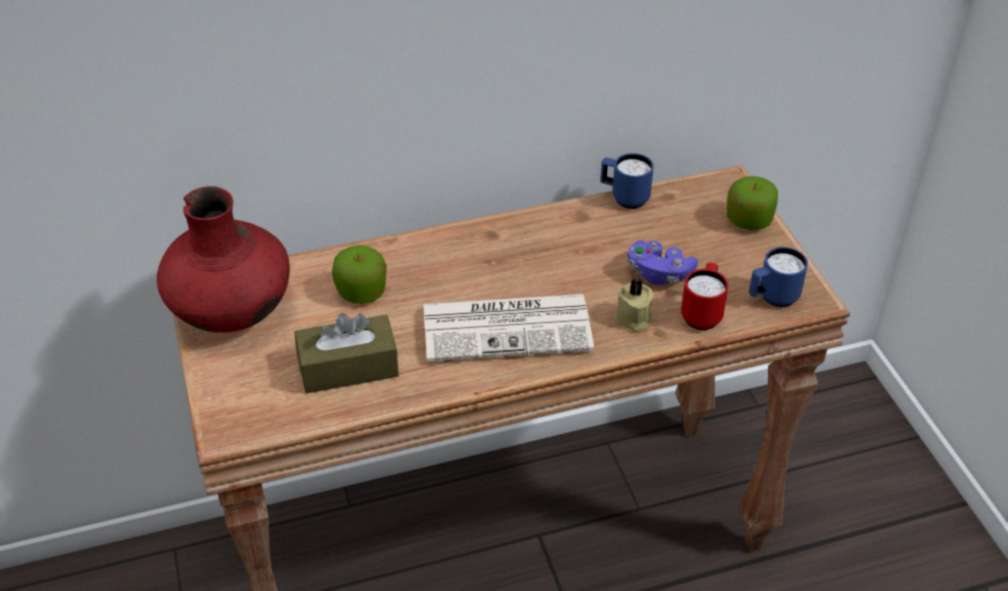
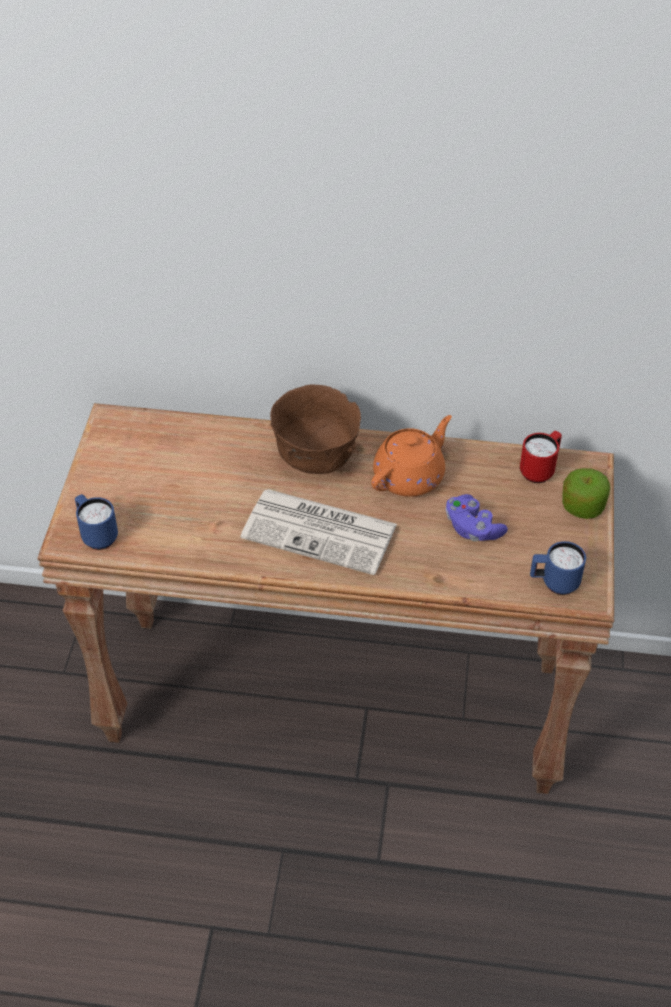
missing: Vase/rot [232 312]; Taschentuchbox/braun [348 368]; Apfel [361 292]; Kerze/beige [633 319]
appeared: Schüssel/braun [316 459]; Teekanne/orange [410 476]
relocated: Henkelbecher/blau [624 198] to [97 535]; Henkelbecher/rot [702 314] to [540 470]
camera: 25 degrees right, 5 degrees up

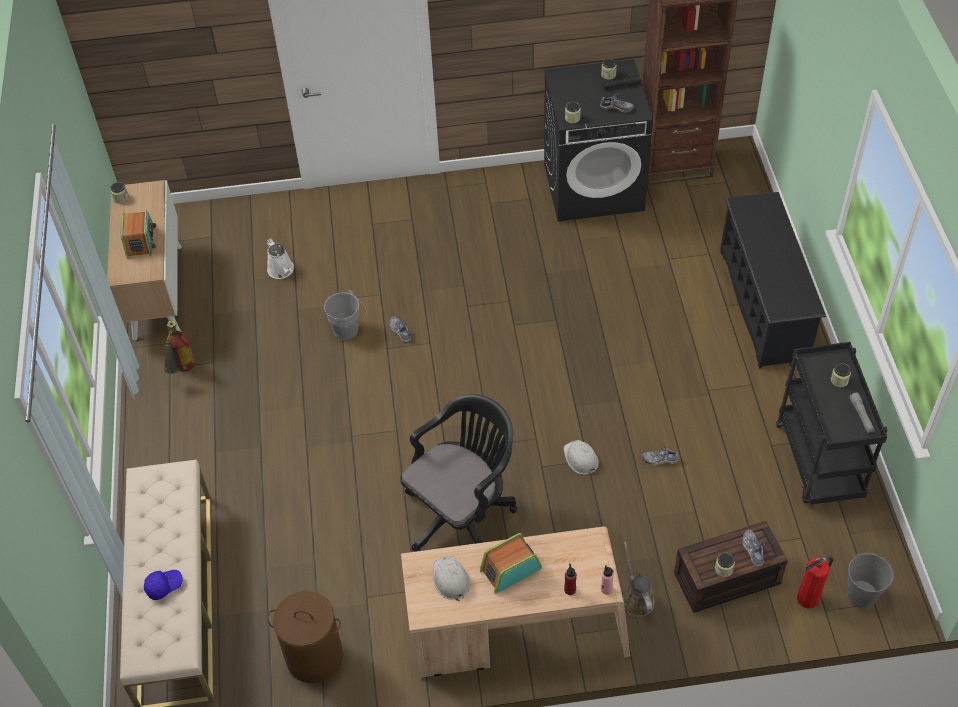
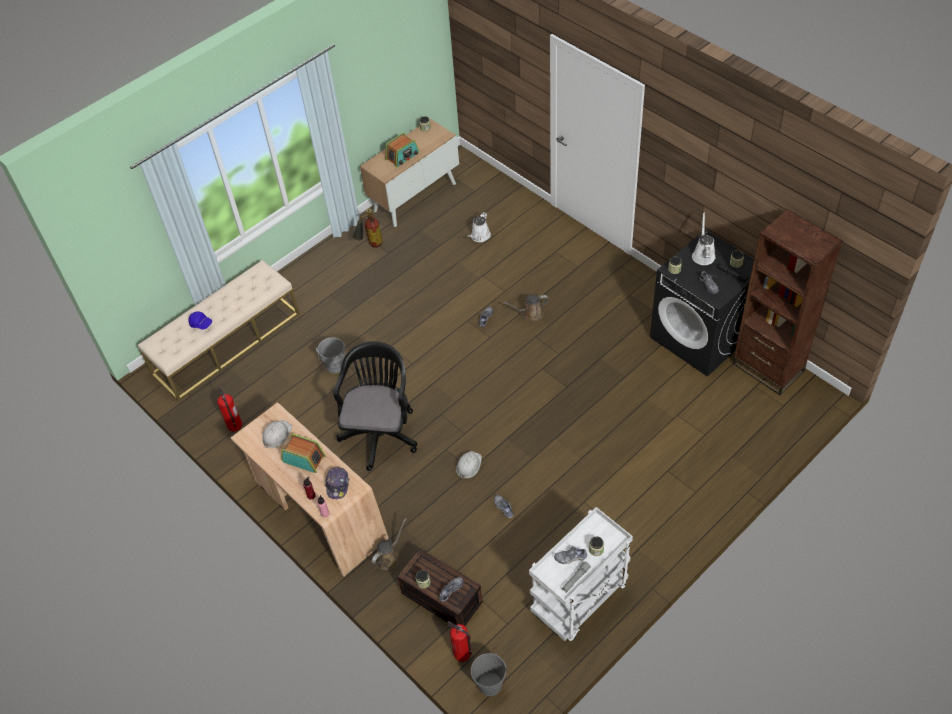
missing: Schuhregal/schwarz [763 304]
appeared: Kappe [338 485]; Gießkanne/braun [530 314]; Schuh [570 557]; Gießkanne/weiß [703 254]
relocated: Eimer/grau [348 331] to [335 367]
exchanged: Wäschekorb/braun [314 657] to Feuerlöscher [234 425]
colour: Rollwagen/schwarz [820 462] to Rollwagen/weiß [579 601]
spun: Bürostuhl/schwarz [463 512] = [380 431] 90 degrees counterclockwise
camera: 55 degrees right, 0 degrees up

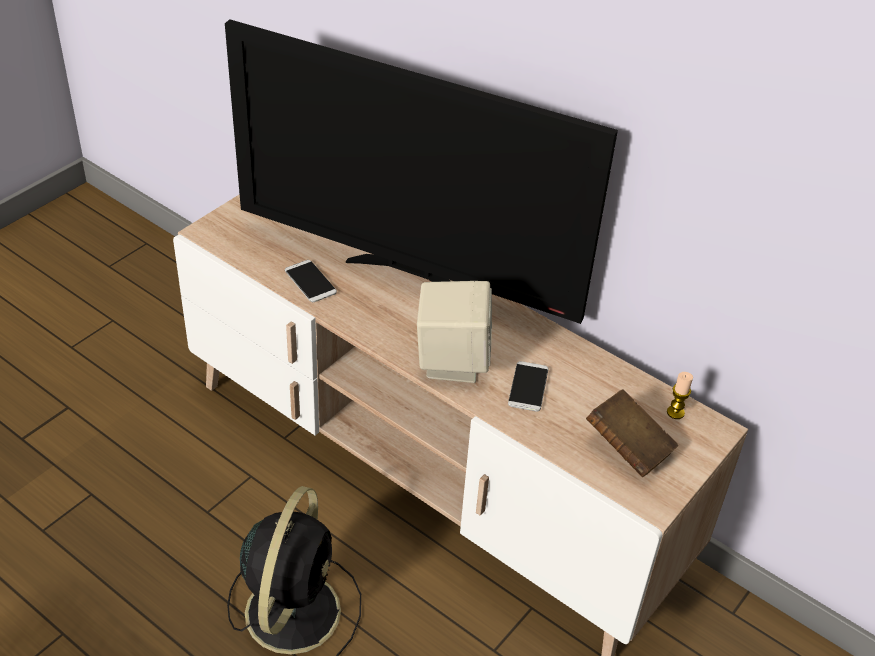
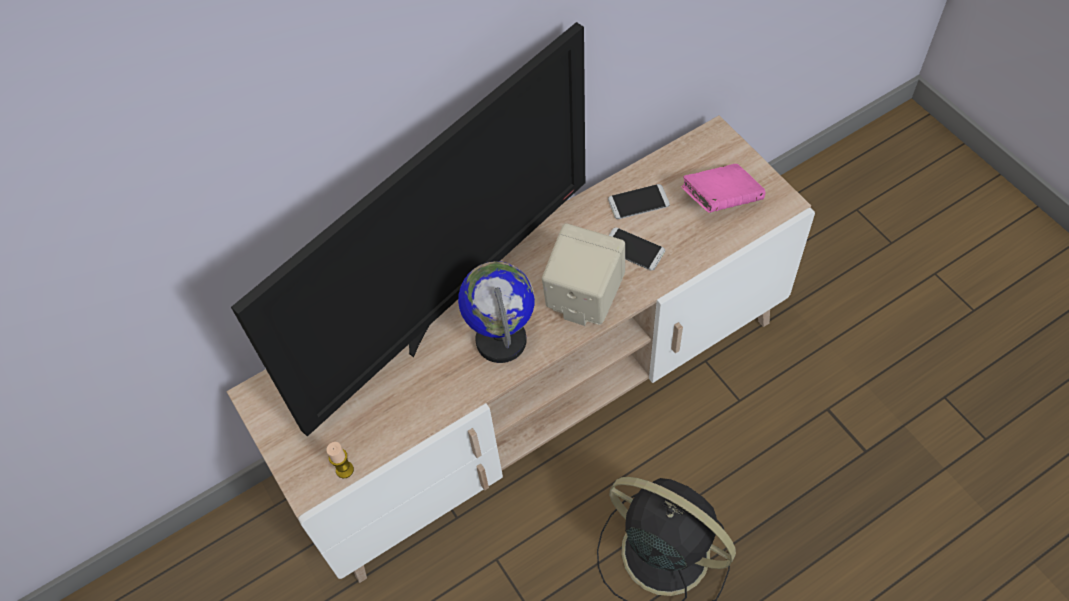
appeared: Globus [501 340]
relocated: Handy [310 281] to [638 202]; Kerze [675 412] to [344 470]
colour: Buch/braun [628 447] to Buch/rosa [721 200]
camera: 65 degrees left, 15 degrees up

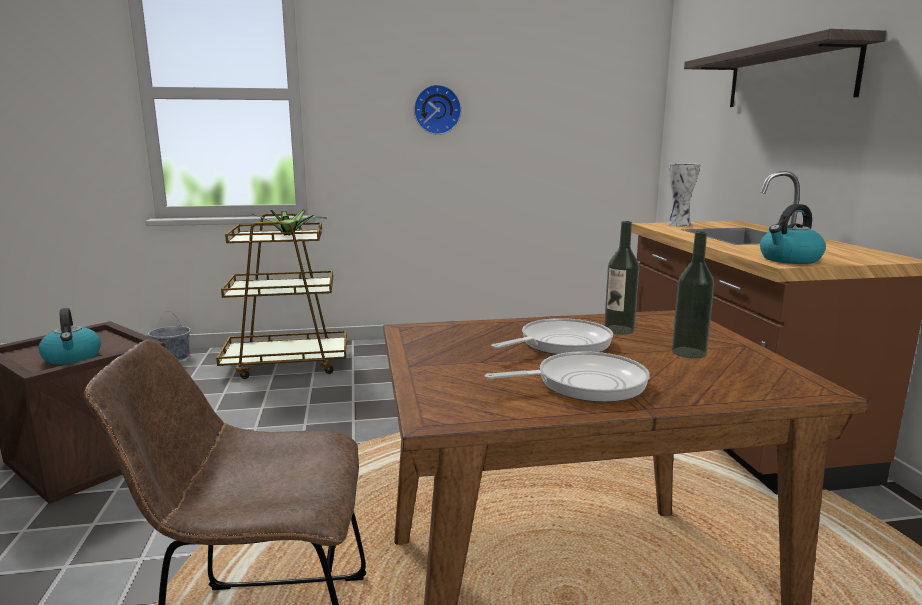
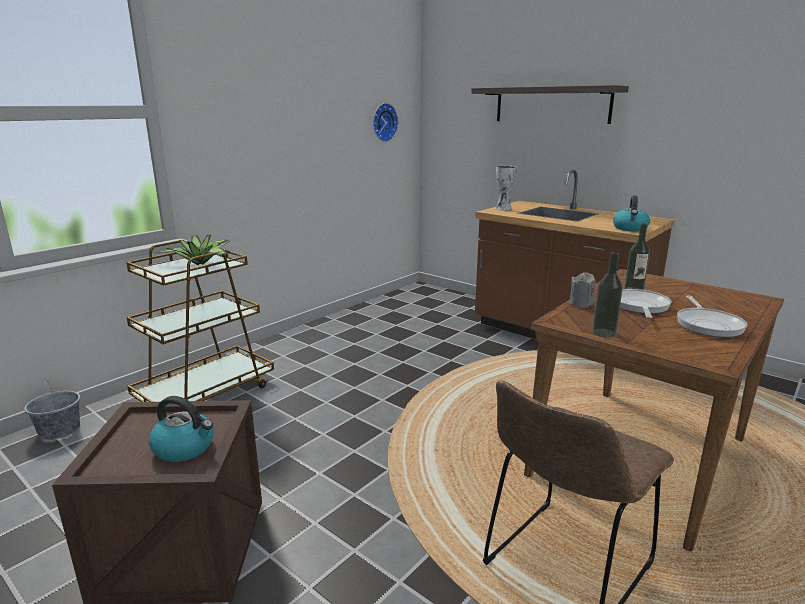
appeared: Kerze/grau [580 304]
relocated: Wanduhr [437 110] to [383 122]; Flasche [688 352] to [603 333]
spun: Pfanne [584 384] = [708 325] 150 degrees clockwise
camera: 40 degrees left, 5 degrees up

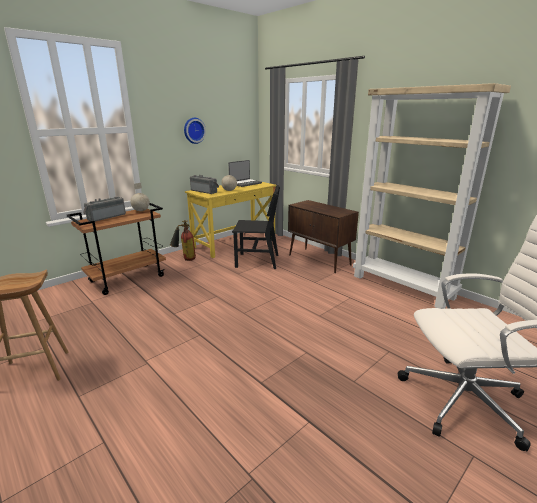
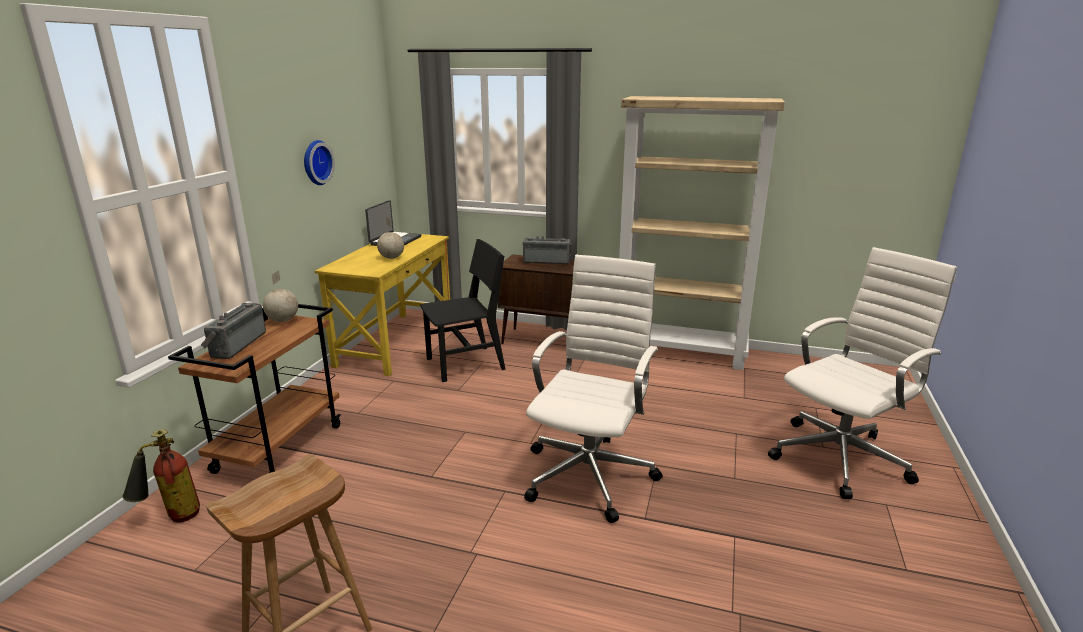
appeared: Bürostuhl/weiß [590 473]
relocated: Feuerlöscher [185 259] to [171 518]; Radio [205 191] to [547 261]
camera: 30 degrees left, 0 degrees up

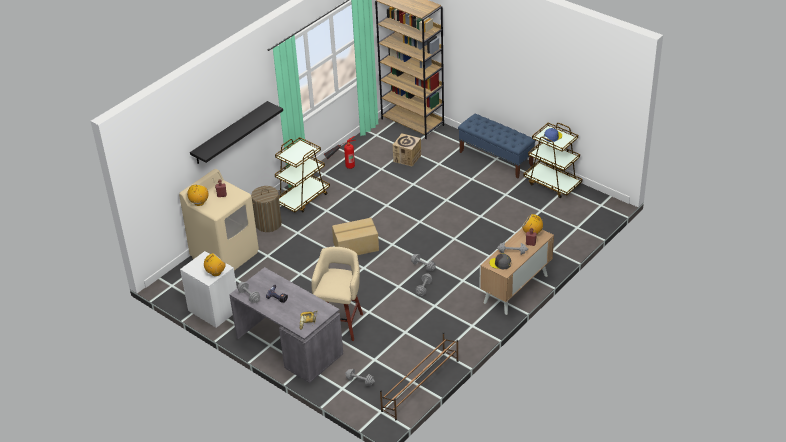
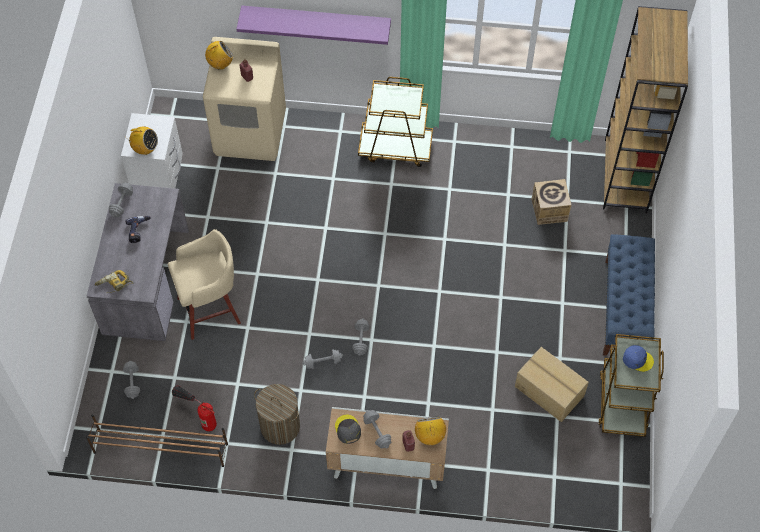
relocated: Wäschekorb [268 224] to [280 426]; Feuerlöscher [341 168] to [198 417]; Karton [355 246] to [549 390]
colour: Wandregal/schwarz [230 133] to Wandregal/lila [316 20]
camera: 55 degrees right, 20 degrees up

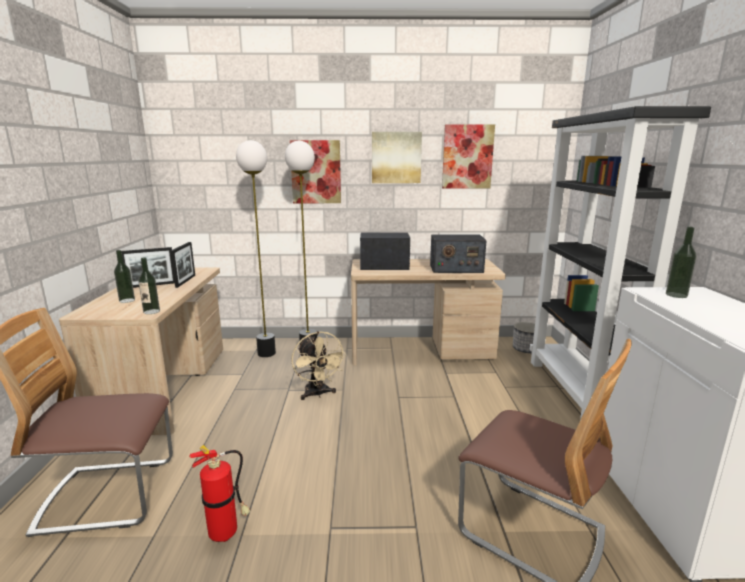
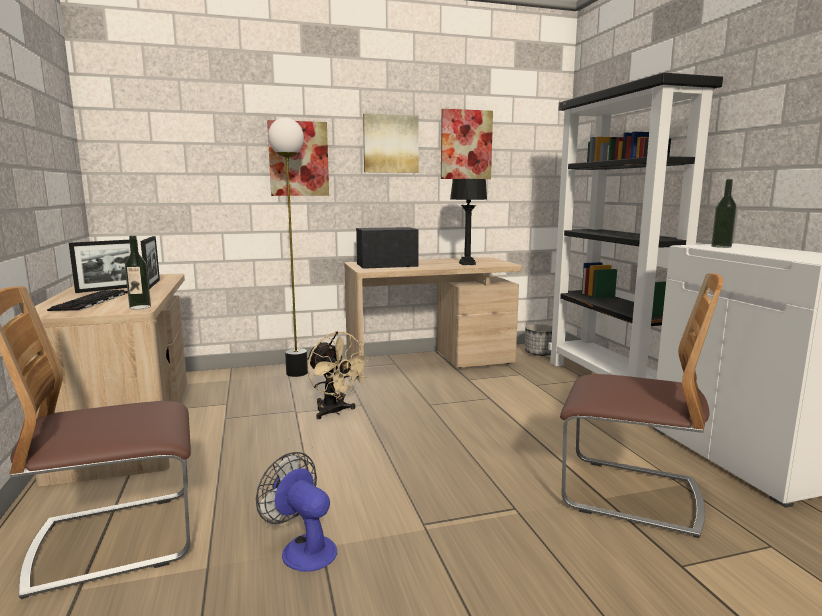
missing: Stehlampe [267 353]
exchanged: Flasche [127 300] to Tastatur [91 301]; Feuerlöscher [227 533] to Ventilator [302 548]; Radio [455 268] to Tischlampe/schwarz [467 264]
camera: 15 degrees left, 5 degrees down

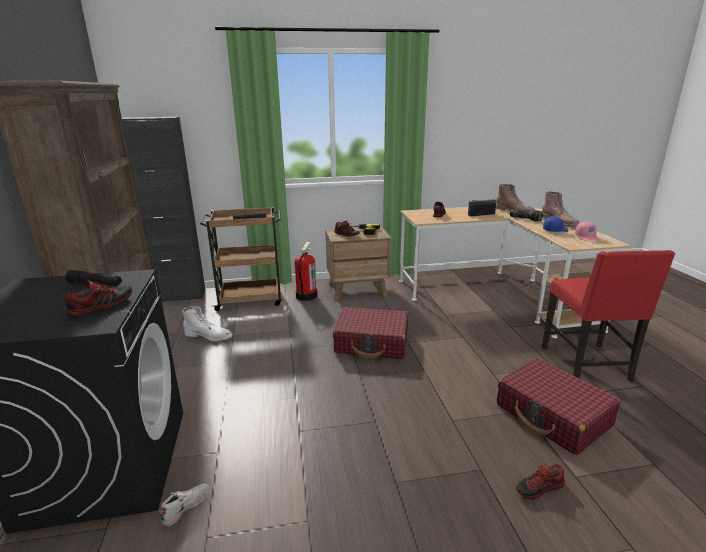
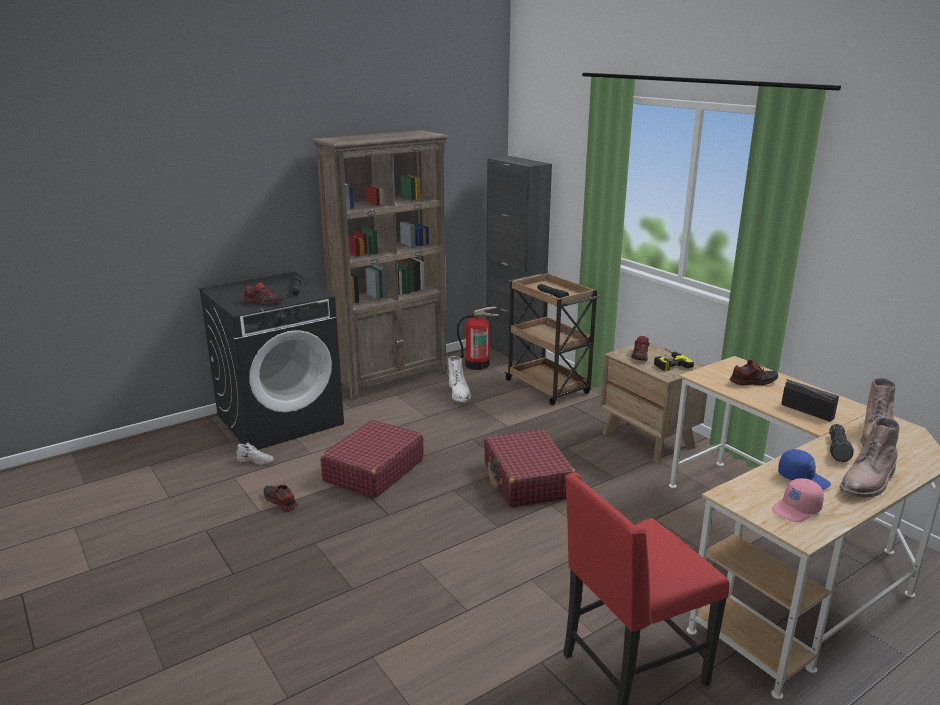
relocated: Feuerlöscher [306 296] to [477 364]; Koffer/rot [552 415] to [373 470]; Schuh [539 488] to [280 502]
camera: 65 degrees right, 0 degrees up

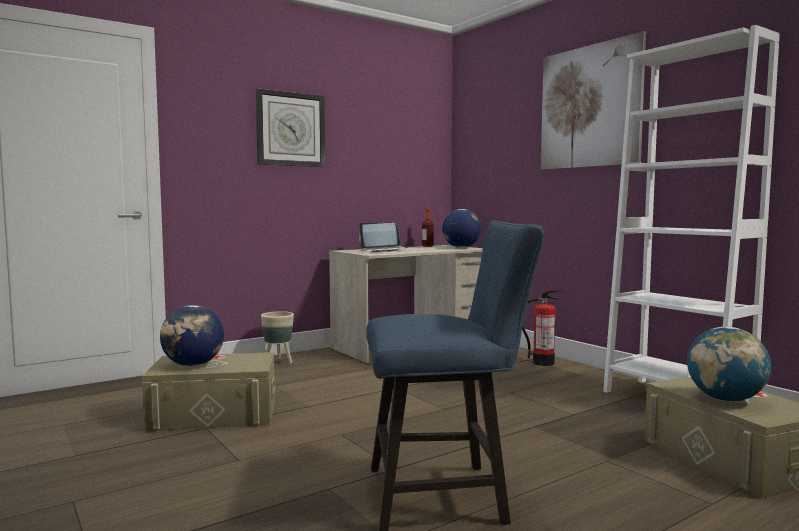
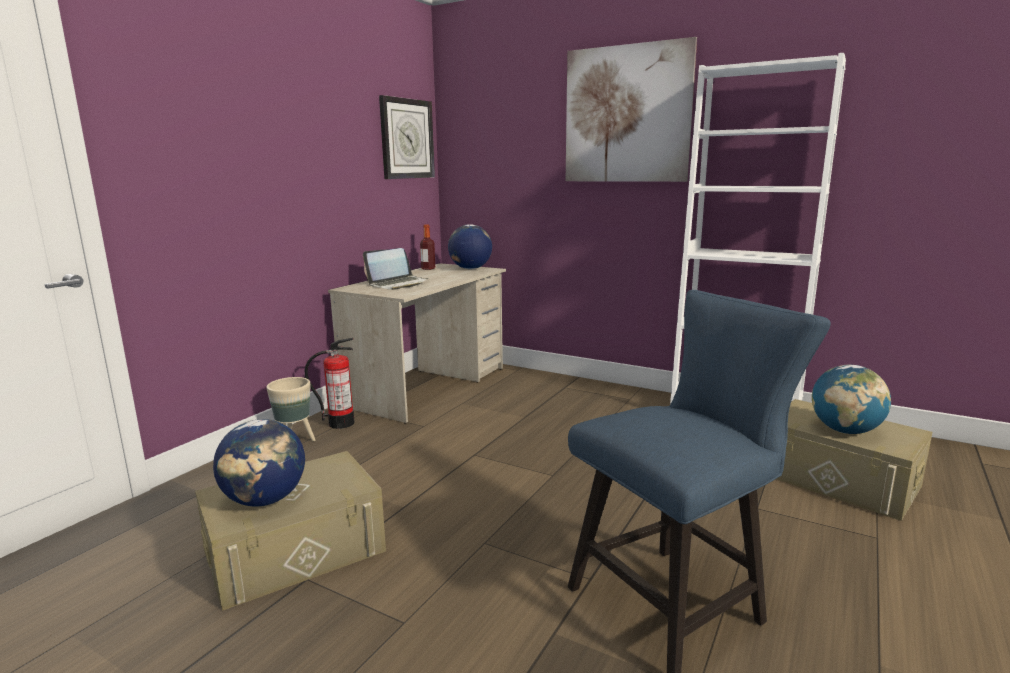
relocated: Wanduhr [290 129] to [407 139]; Feuerlöscher [543 363] to [341 423]
camera: 25 degrees left, 10 degrees up

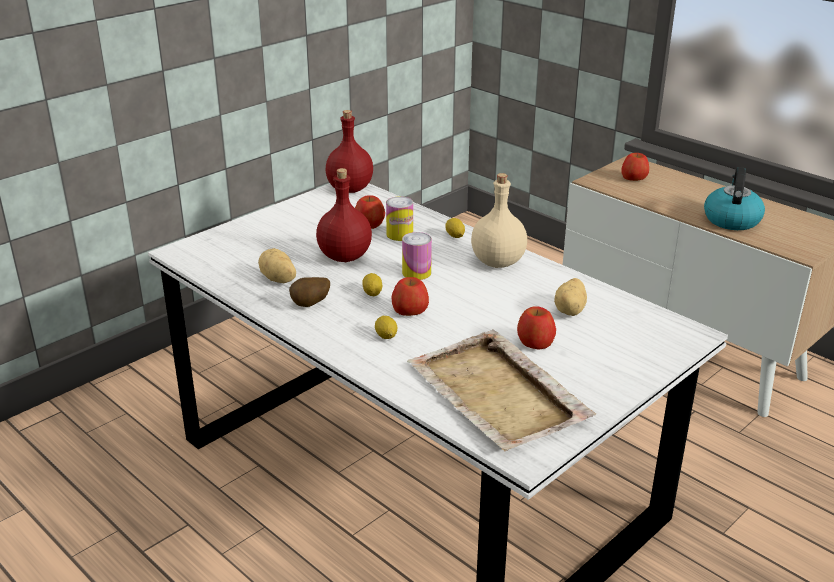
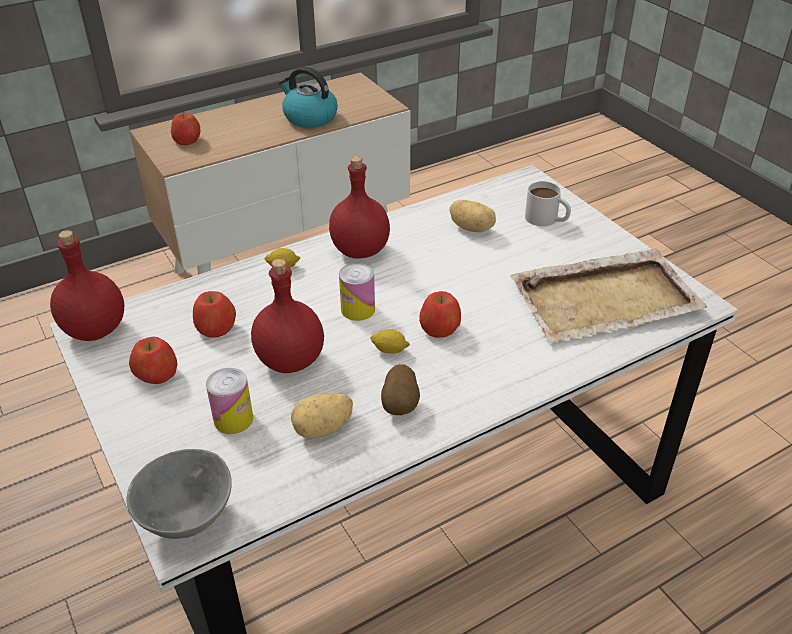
missing: Zitrone [386 336]
appeared: Schüssel/grau [185 517]; Henkelbecher/weiß [547 219]
relocated: Dose [399 234] to [233 419]; Apfel [535 342] to [157 374]
colour: Flasche/beige [497 262] to Flasche/rot [359 250]
camera: 75 degrees left, 10 degrees up

